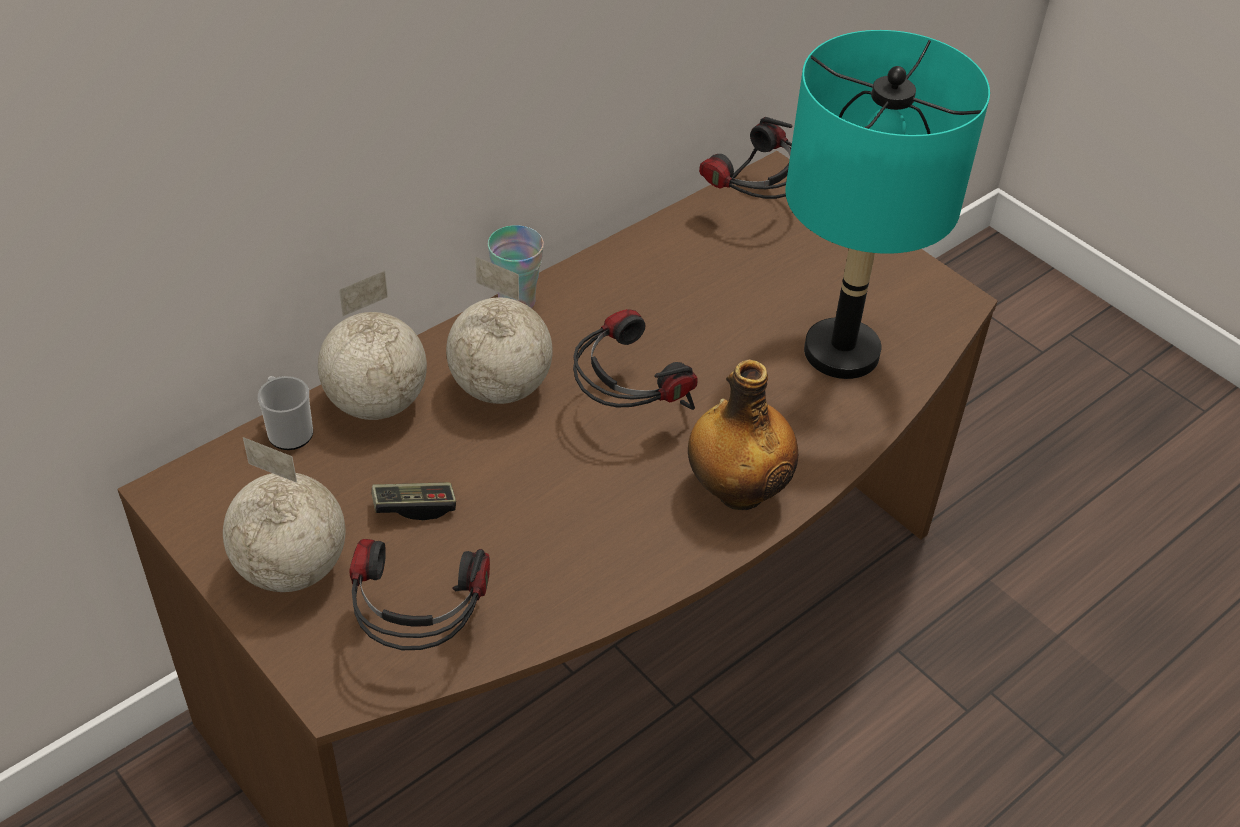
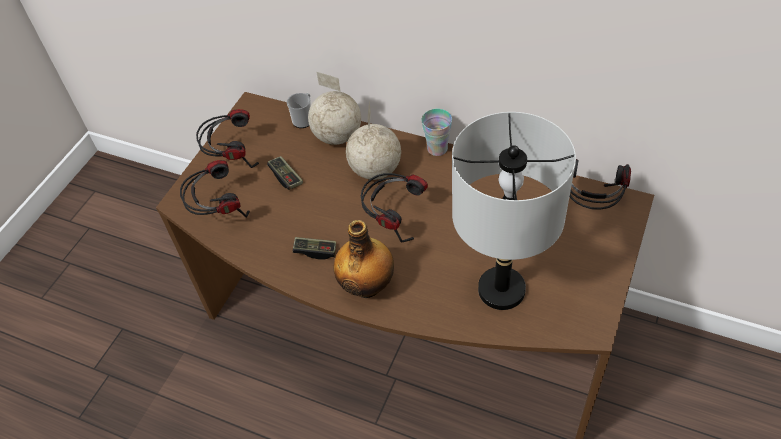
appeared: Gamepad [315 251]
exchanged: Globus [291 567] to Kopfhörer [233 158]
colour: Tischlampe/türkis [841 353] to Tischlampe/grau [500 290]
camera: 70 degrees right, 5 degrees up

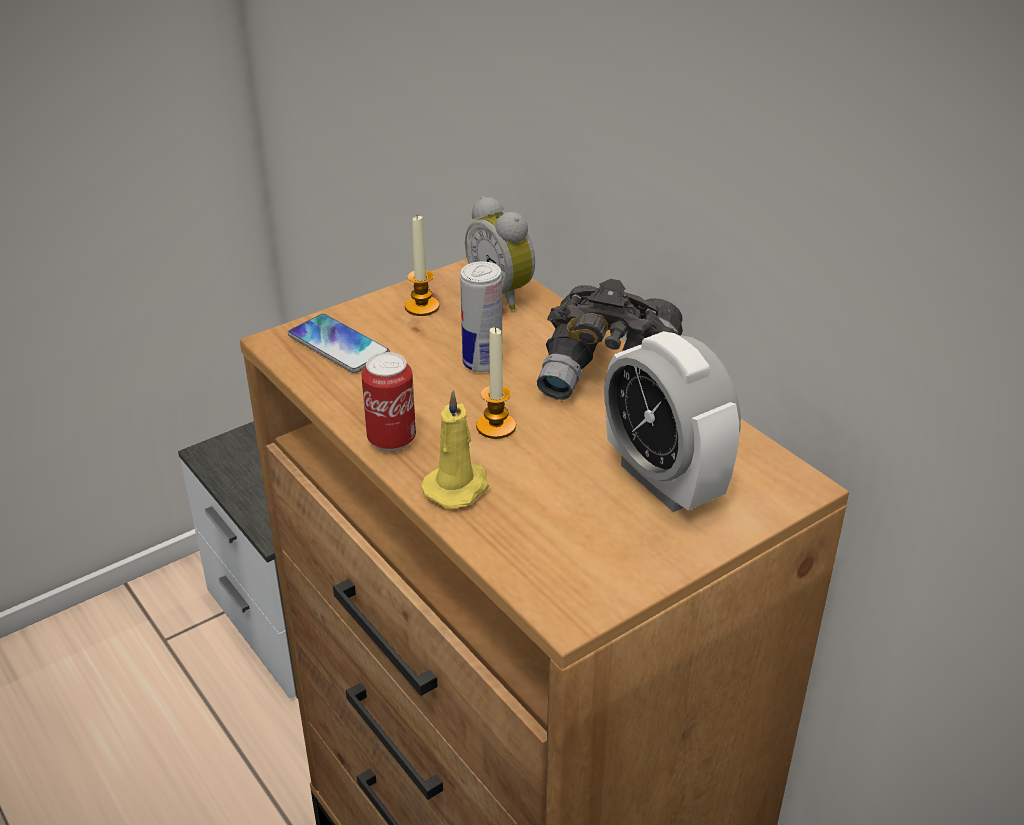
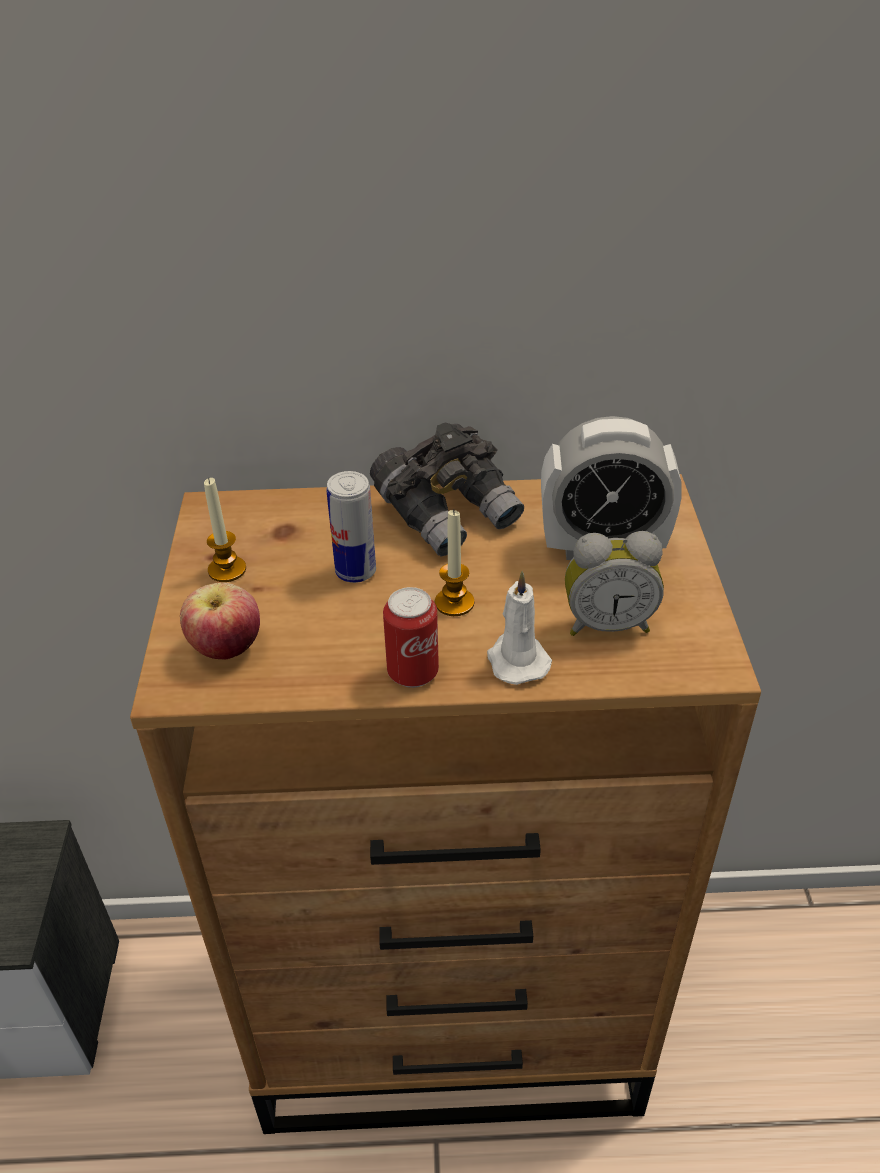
relocated: Wecker [503 293] to [607 623]
exchanged: Handy [338 345] to Apfel [226 648]
colour: Kerze/gelb [458 487] to Kerze/weiß [516 660]
camera: 55 degrees left, 5 degrees up

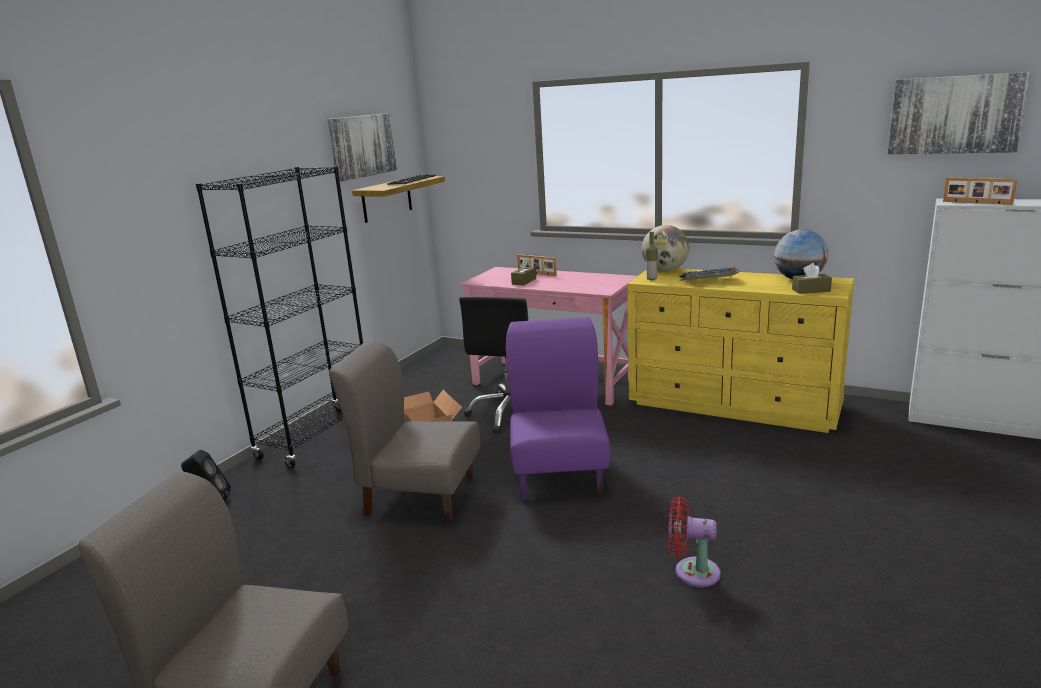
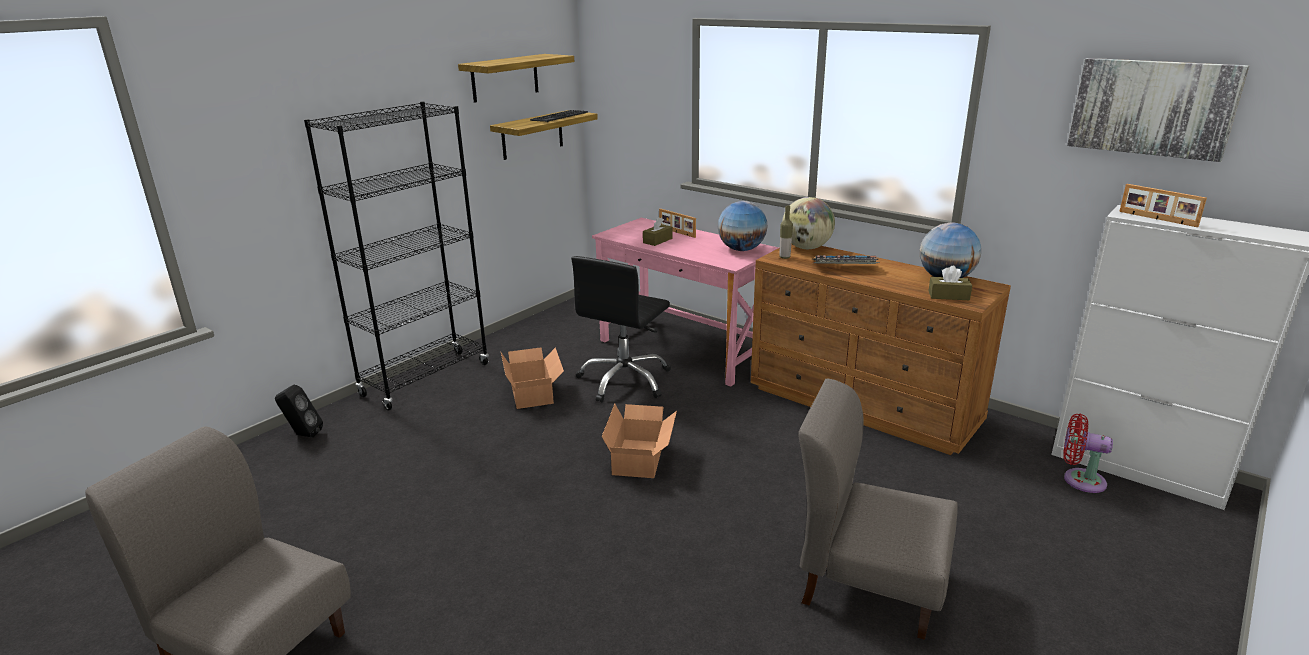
appeared: Globus [741 249]
relocated: Stuhl/grau [419 495] to [868 583]; Ventilator/rot [692 572] to [1079 480]
exchanged: Bild [362 146] to Wandregal [505 78]; Stuhl/lila [559 473] to Karton [641 457]
colour: Kommode/gelb [734 405] to Kommode/braun [864 405]
camera: 10 degrees right, 5 degrees up

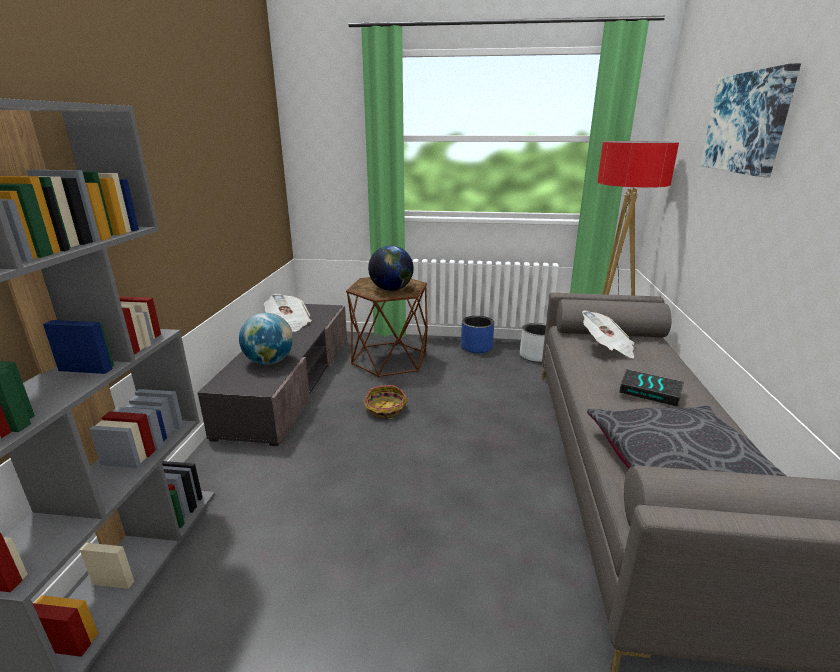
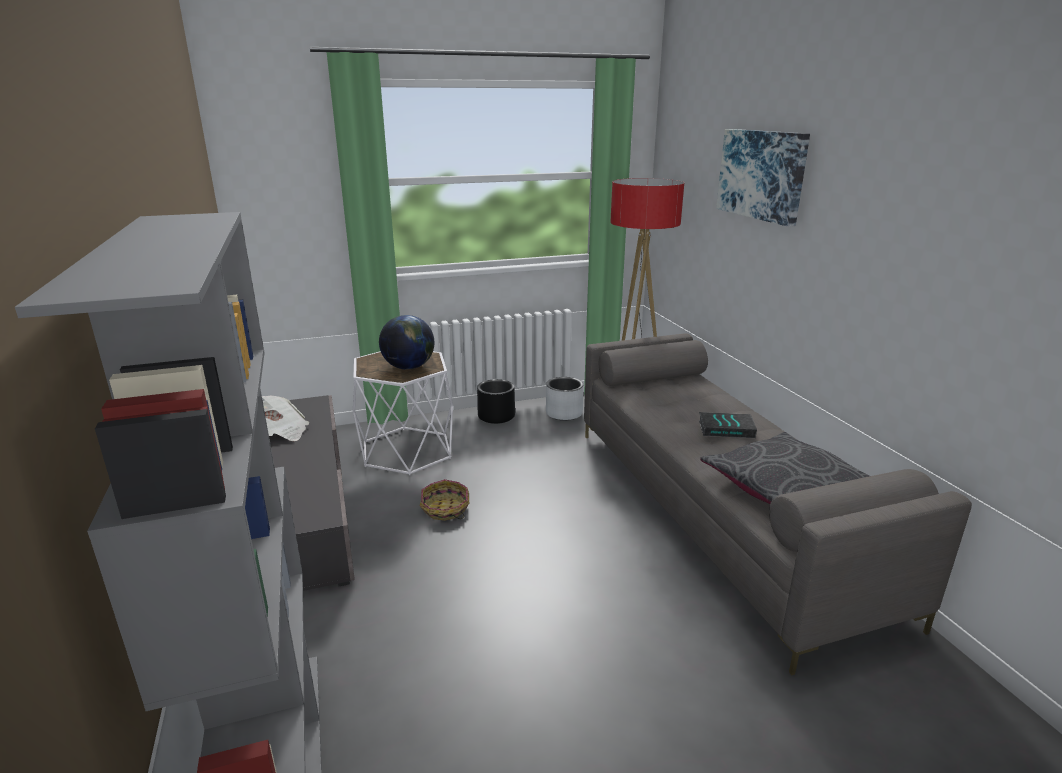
missing: Globus [269 362]; Zeitung [607 348]
colour: Beistelltisch/braun [389 359] to Beistelltisch/weiß [407 450]; Pflanzkübel/blau [476 347] to Pflanzkübel/schwarz [496 416]
camera: 25 degrees left, 0 degrees up

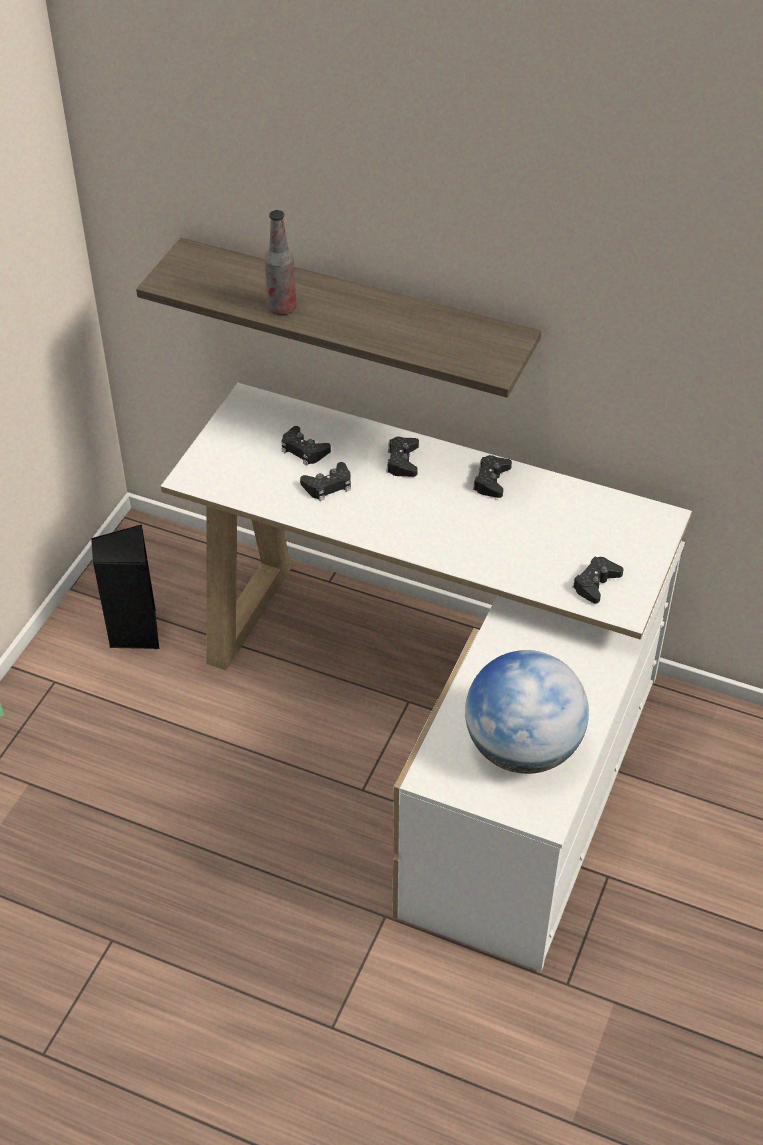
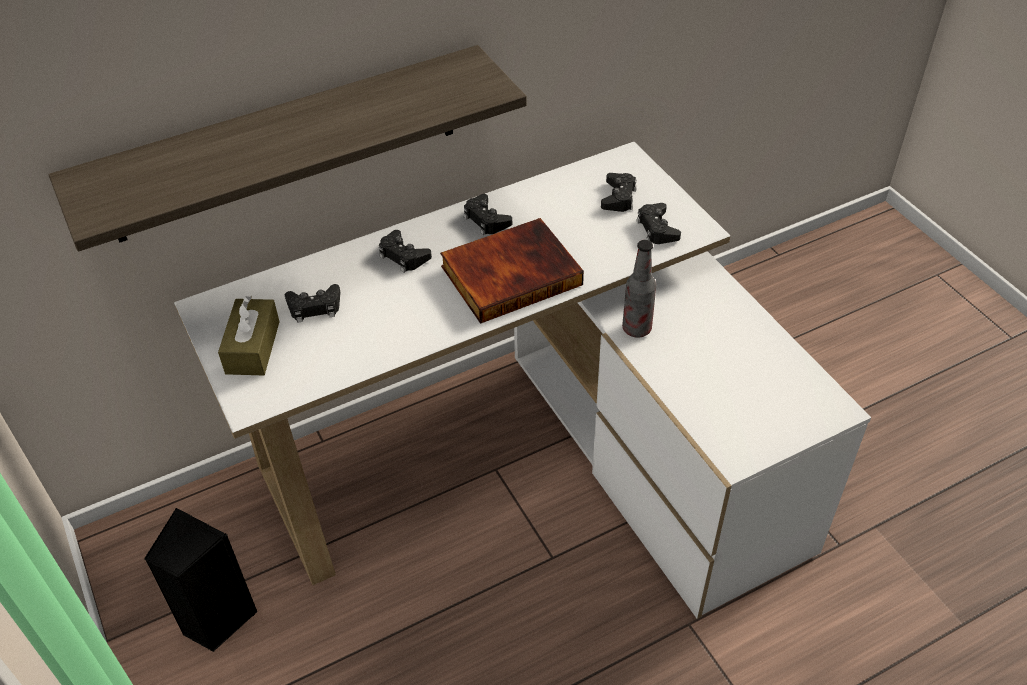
missing: Globus [522 748]
appeared: Taschentuchbox/braun [253 347]; Buch [511 273]
relocated: Flasche [282 308] to [636 329]; Gamepad/schwarz [328 486] to [618 197]
camera: 50 degrees left, 0 degrees up

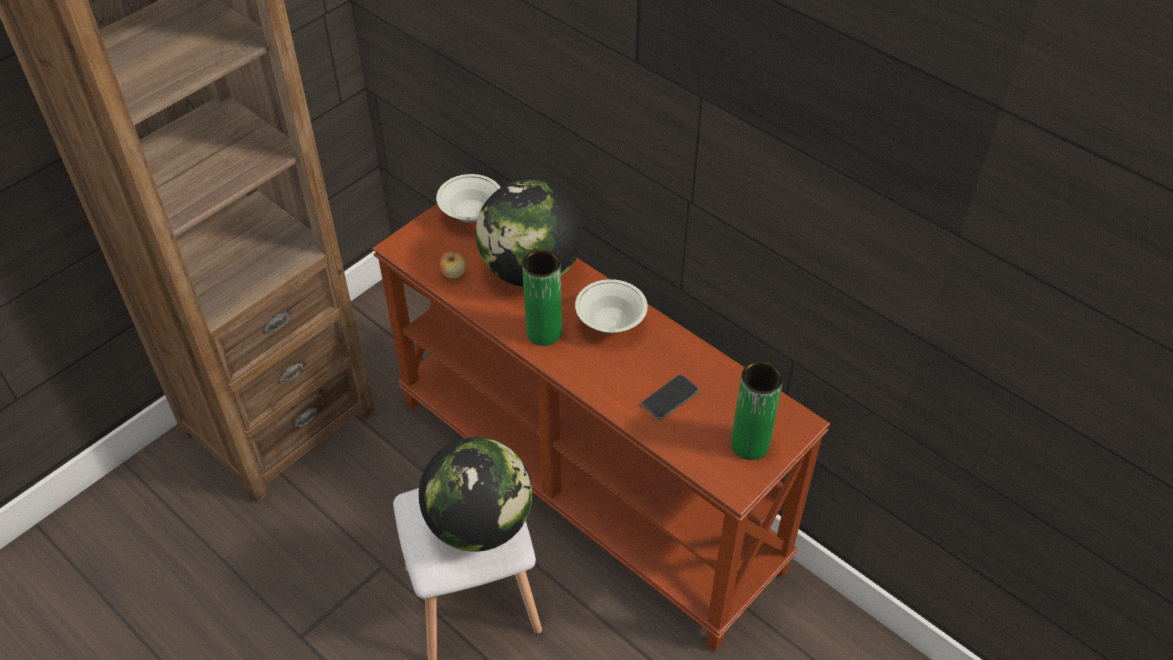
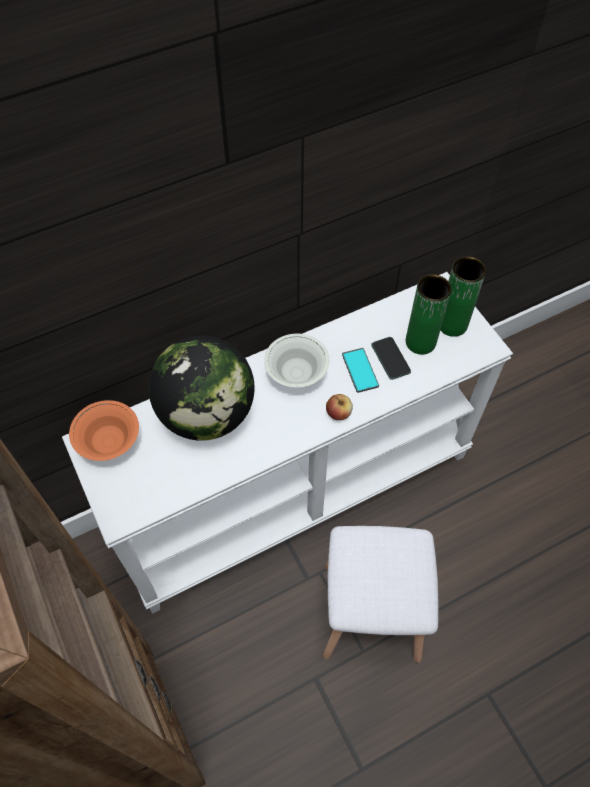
missing: Globus [479 524]
appeared: Handy [360 370]
relocated: Apfel [453 273] to [338 413]; Vase/grün [544 332] to [420 342]
colour: Konsolentisch/braun [589 481] to Konsolentisch/weiß [294 490]; Schüssel/weiß [471 215] to Schüssel/orange [109 442]
camera: 70 degrees left, 10 degrees up

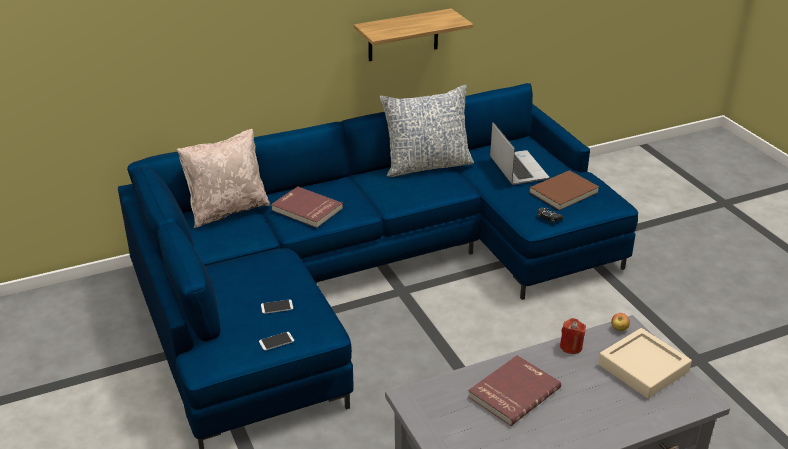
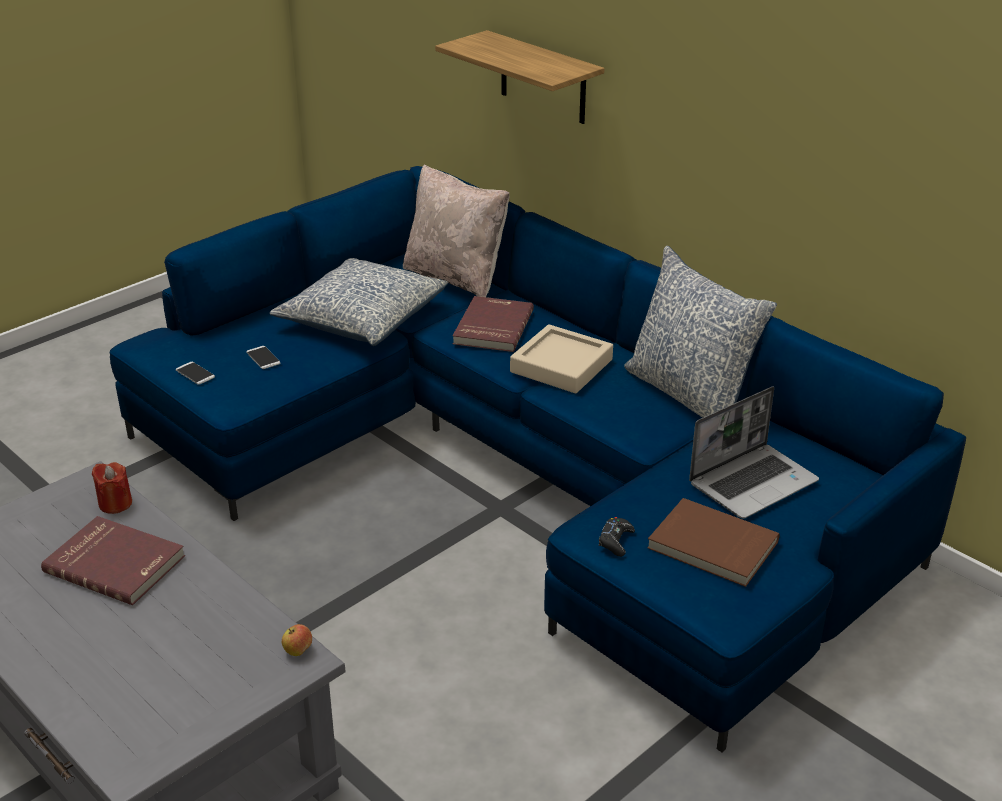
appeared: Kissen [362 318]
relocated: Wandregal [403 35] to [543 78]; Kerze/rot [571 346] to [115 503]; Tablett/beige [643 368] to [561 366]
camera: 70 degrees right, 0 degrees up

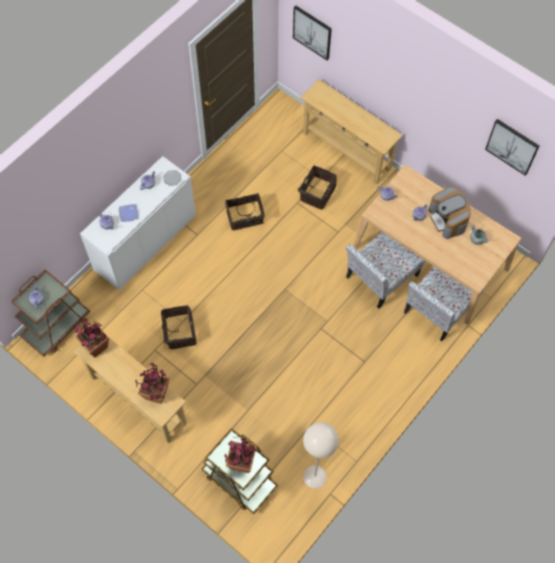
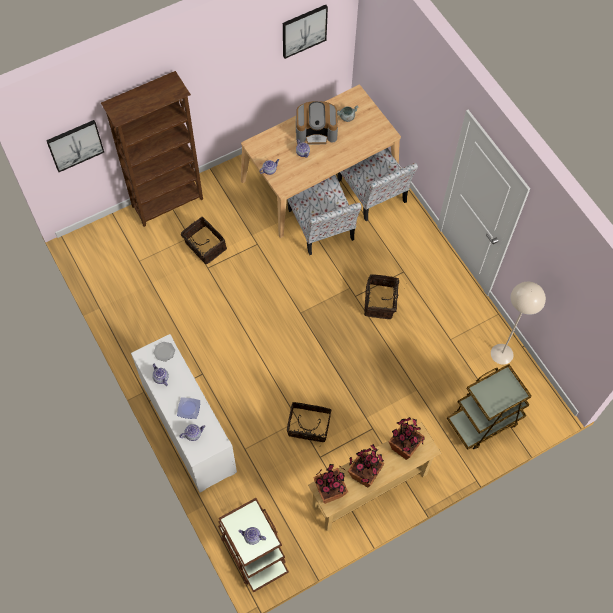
relocated: Topfpflanze [241 462] to [364 475]; Korb [245 217] to [380 302]
exchanged: Konsolentisch/beige [346 151] to Bücherregal/braun [168 203]
camera: 70 degrees left, 0 degrees up

